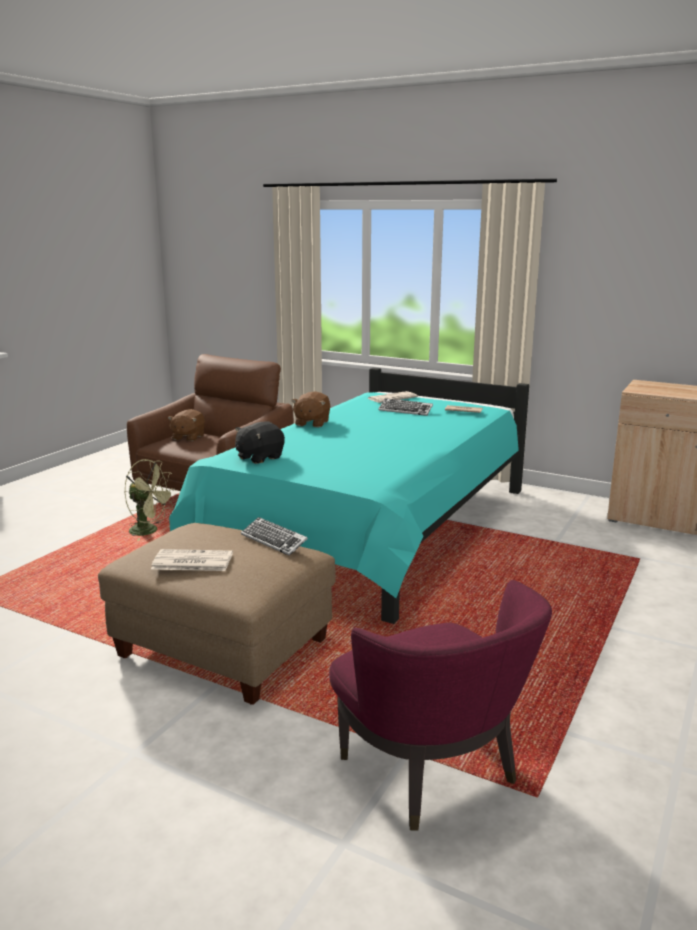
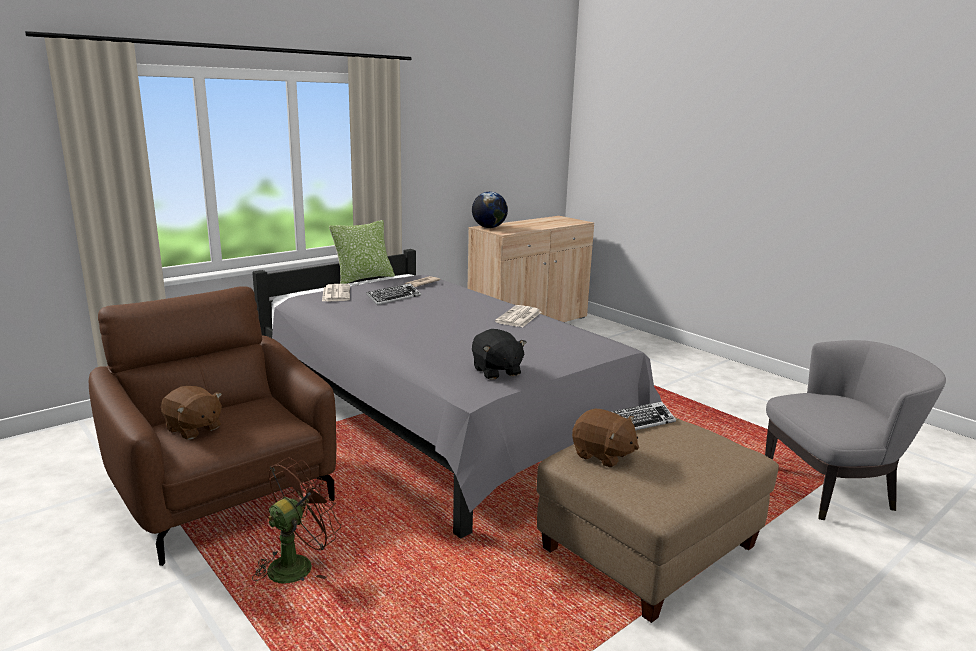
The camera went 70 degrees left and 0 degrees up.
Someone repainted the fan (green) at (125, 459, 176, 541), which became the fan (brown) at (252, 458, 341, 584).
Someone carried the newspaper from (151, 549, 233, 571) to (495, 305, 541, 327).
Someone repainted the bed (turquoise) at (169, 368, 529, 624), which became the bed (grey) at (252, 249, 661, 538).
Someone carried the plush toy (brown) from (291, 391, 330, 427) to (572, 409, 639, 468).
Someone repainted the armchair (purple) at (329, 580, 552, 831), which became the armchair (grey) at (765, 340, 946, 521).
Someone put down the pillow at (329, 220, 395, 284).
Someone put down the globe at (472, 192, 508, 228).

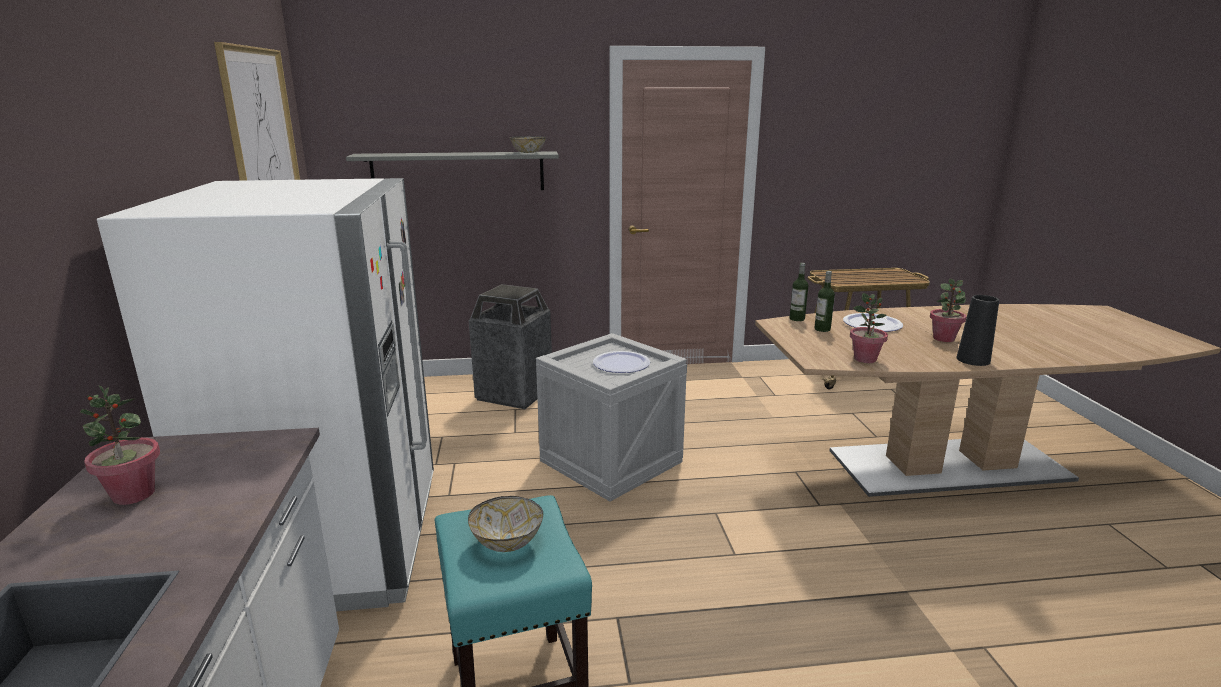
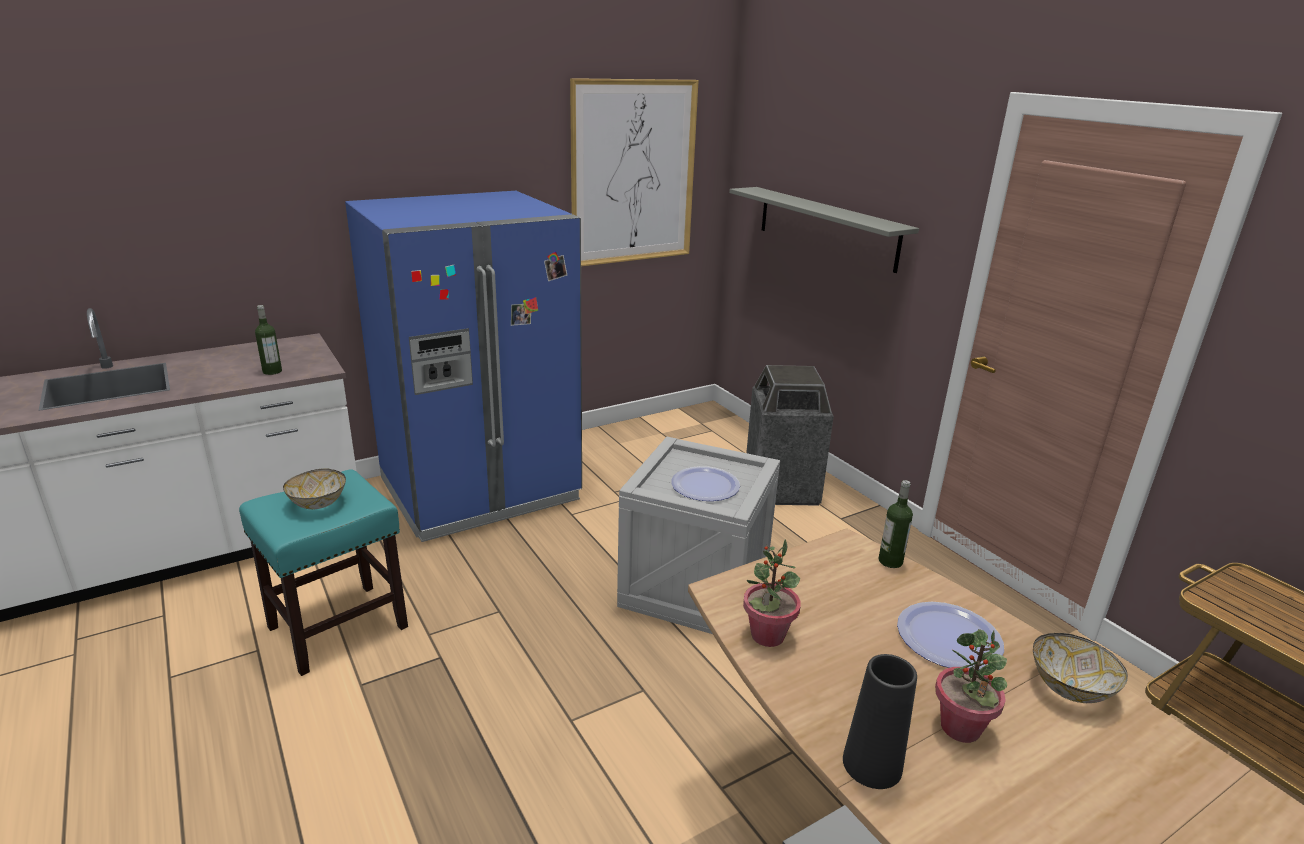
The camera went 65 degrees right and 5 degrees up.
Someone took away the potted plant at (80, 385, 160, 505).
Someone repainted the fridge (white) at (97, 178, 434, 611), which became the fridge (blue) at (345, 191, 582, 542).
Someone carried the bowl from (509, 136, 546, 153) to (1033, 633, 1128, 703).
Someone carried the bottle from (814, 271, 835, 332) to (255, 305, 282, 375).

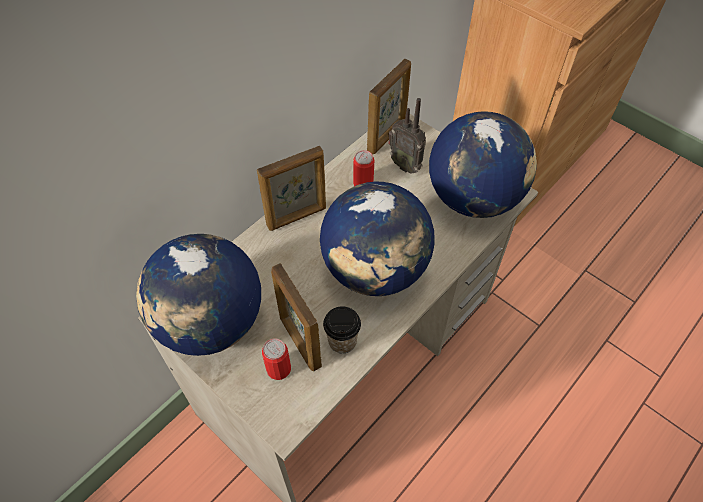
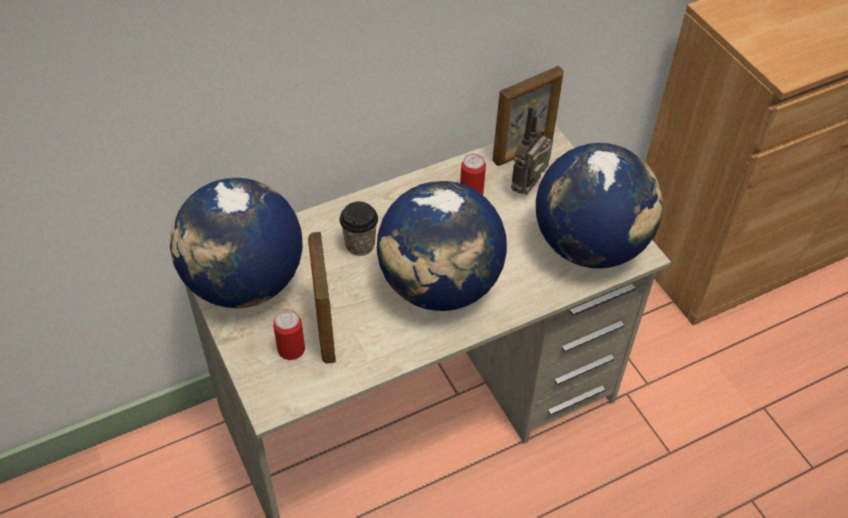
The camera went 20 degrees right and 5 degrees down.
Someone took away the picture frame at (257, 146, 326, 231).
Someone carried the cup from (323, 306, 361, 353) to (339, 201, 378, 256).
Someone rotated the radio at (388, 98, 426, 174) by 60 degrees clockwise.

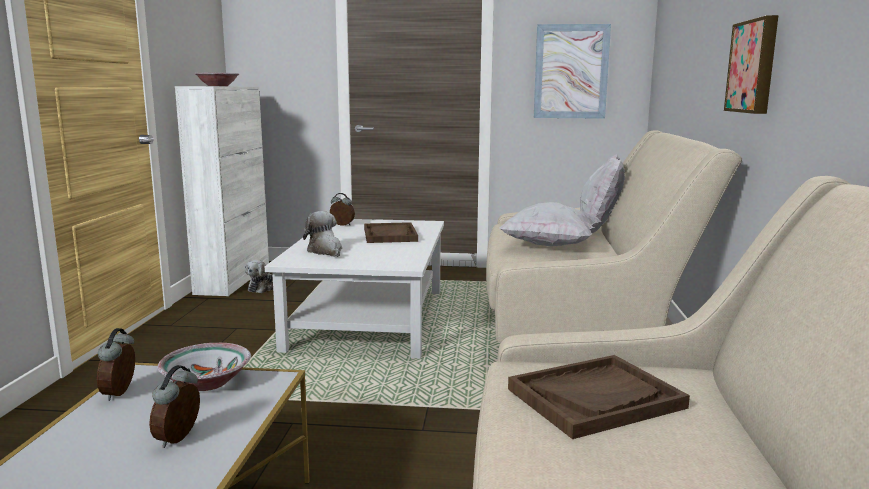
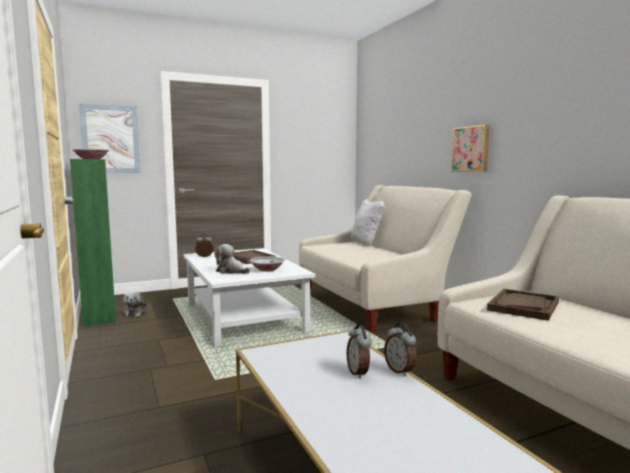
The camera went 30 degrees left and 5 degrees down.
Someone carried the alarm clock from (97, 328, 135, 401) to (384, 323, 416, 376).
Someone carried the bowl from (157, 343, 251, 391) to (249, 256, 285, 272).
Someone repainted the cabinet (white) at (175, 86, 269, 296), which became the cabinet (green) at (70, 159, 116, 326).
Someone took away the pillow (white) at (499, 202, 601, 246).
Someone carried the picture from (534, 24, 611, 119) to (79, 104, 141, 173).

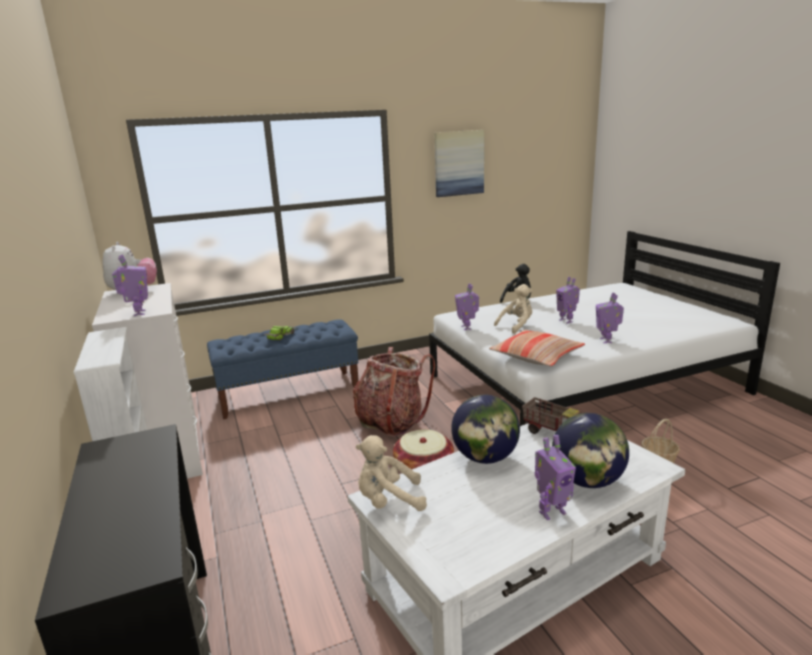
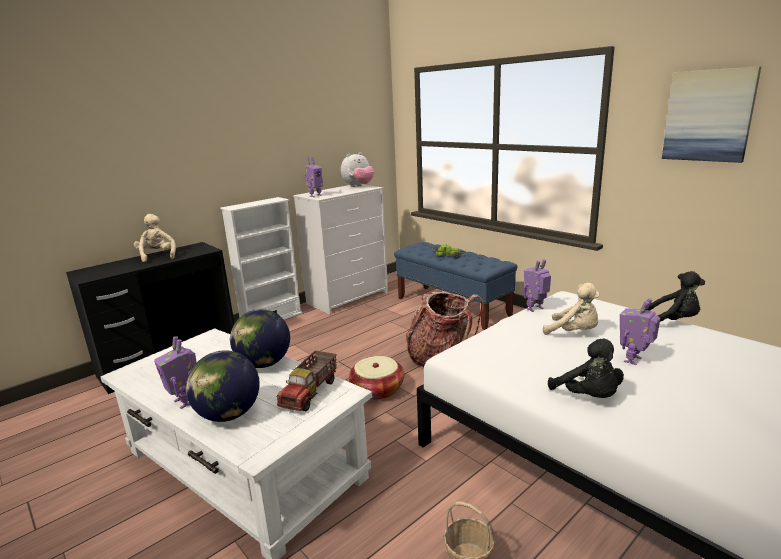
The camera went 70 degrees right and 0 degrees up.
Someone carried the plush toy (beige) from (356, 435, 427, 511) to (134, 214, 176, 262).
Someone took away the pillow at (489, 329, 585, 367).
Someone swapped the toy robot at (596, 293, 624, 343) for the plush toy (black) at (548, 339, 624, 398).

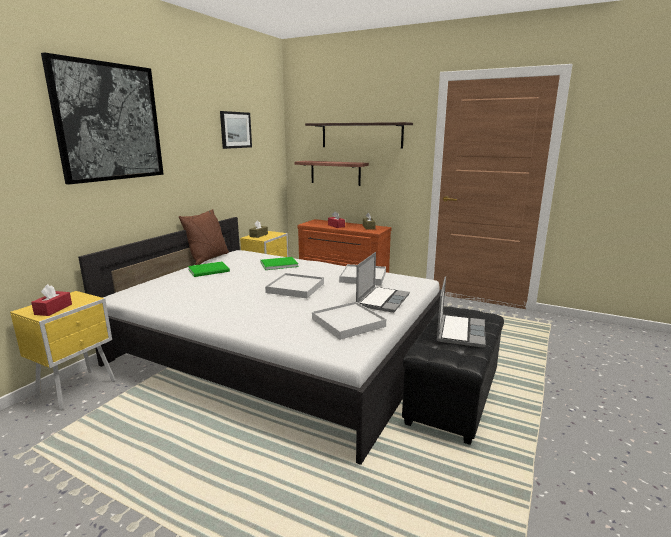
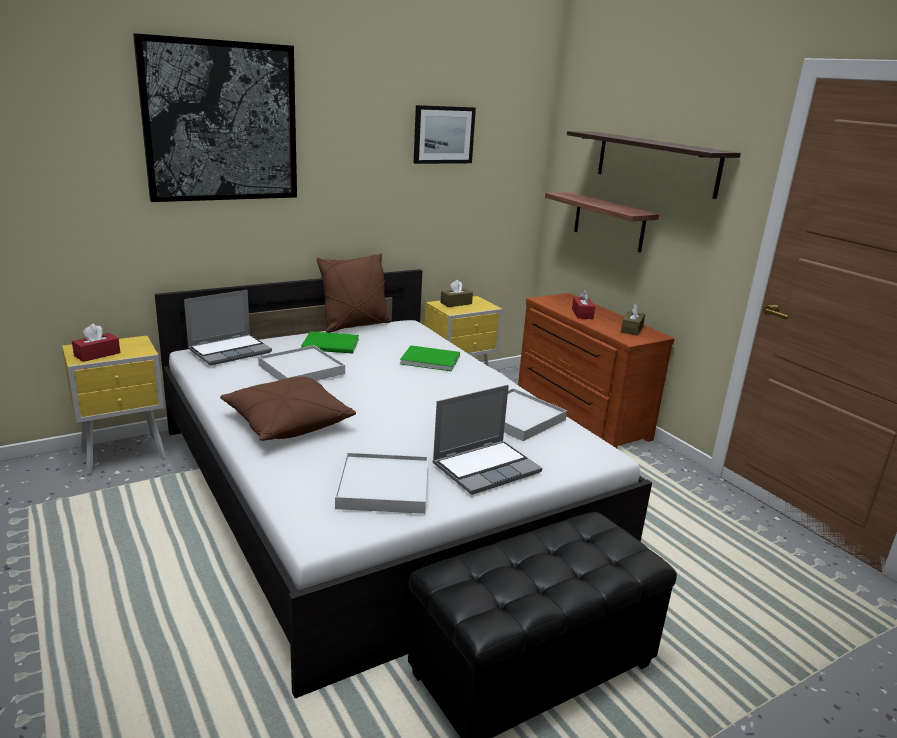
The camera went 30 degrees right and 5 degrees up.
Someone carried the tray (white) from (265, 273, 324, 298) to (258, 345, 345, 381).
Someone carried the laptop from (437, 276, 486, 348) to (184, 290, 272, 365).
Someone put down the pillow (brown) at (220, 376, 356, 441).

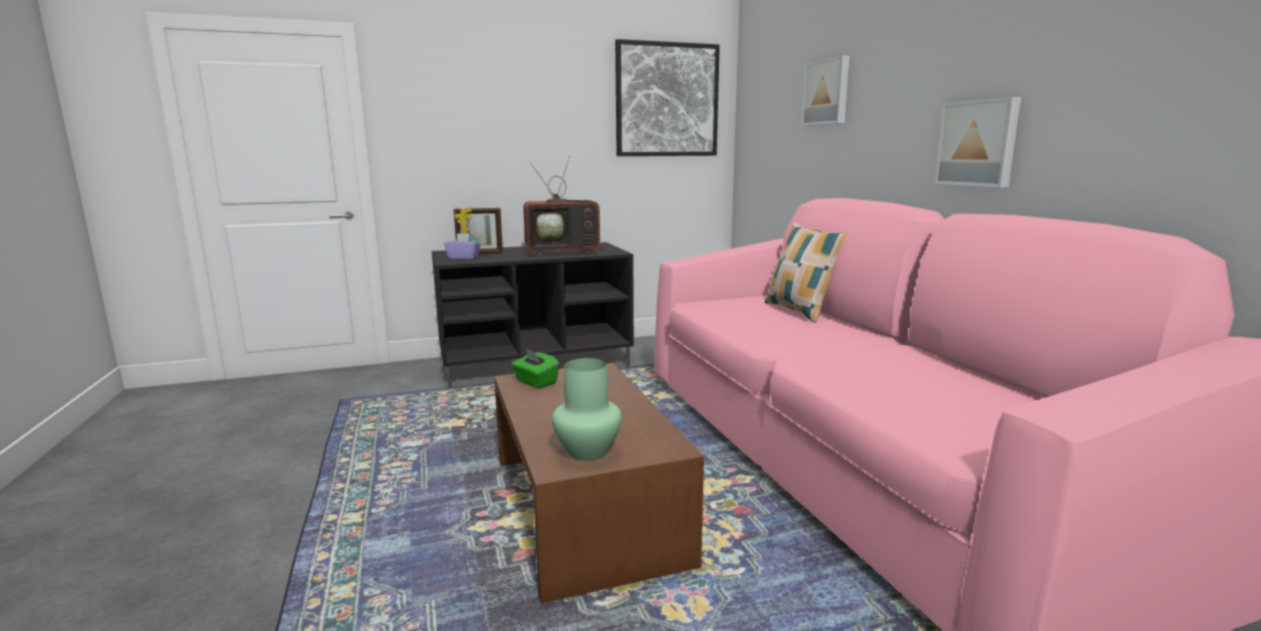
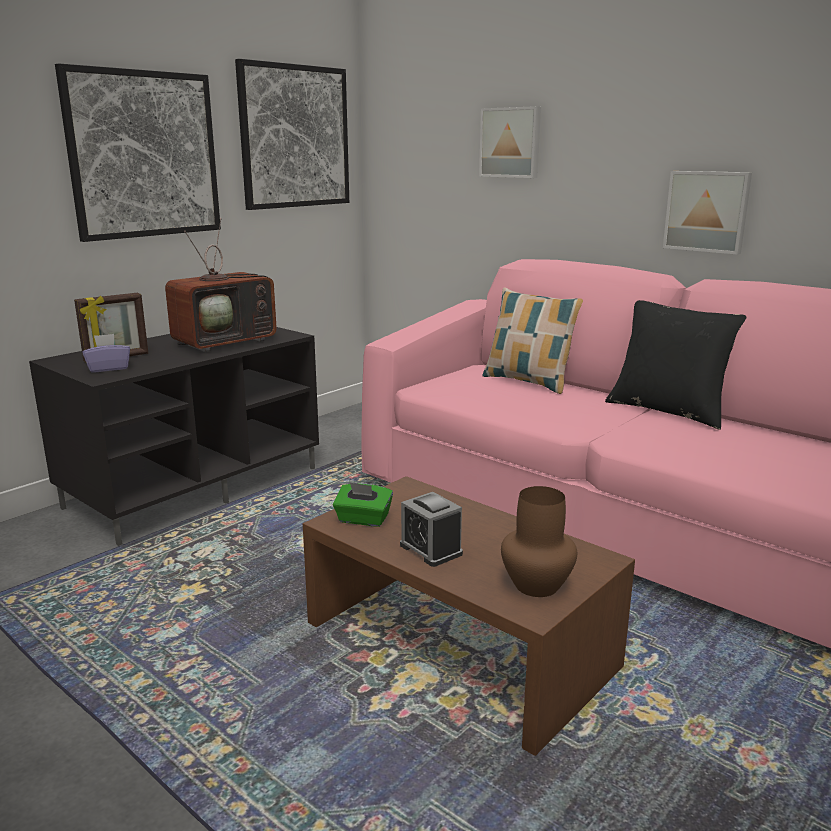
The camera went 30 degrees left and 5 degrees up.
Someone repainted the vase (green) at (552, 358, 622, 461), which became the vase (brown) at (501, 486, 577, 597).
Someone put up the picture at (55, 64, 221, 242).
Someone put down the alarm clock at (400, 492, 463, 567).
Someone put down the pillow (black) at (605, 300, 747, 430).

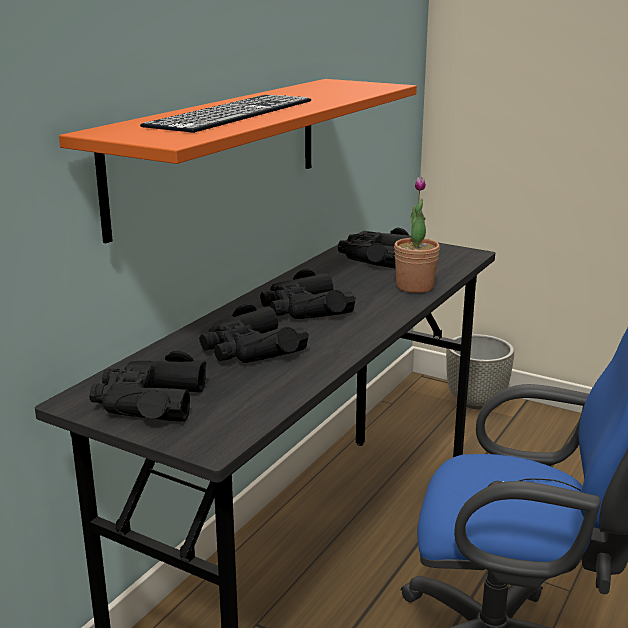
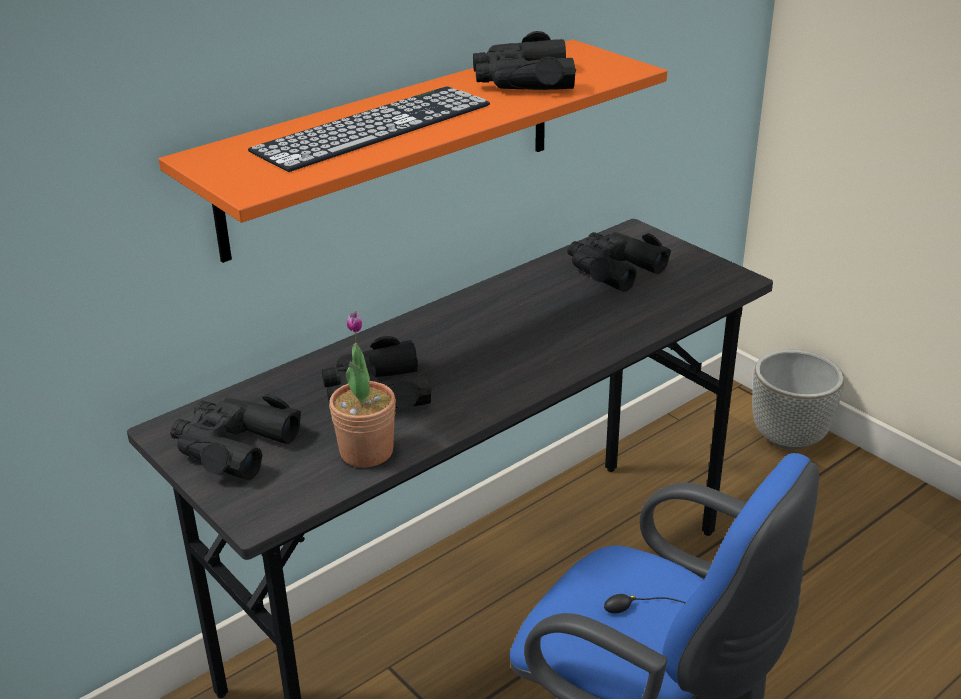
The camera went 20 degrees right and 10 degrees up.
Someone carried the binoculars (black) from (260, 269, 356, 319) to (473, 31, 576, 90).
Someone carried the potted plant from (394, 177, 440, 293) to (329, 311, 396, 467).

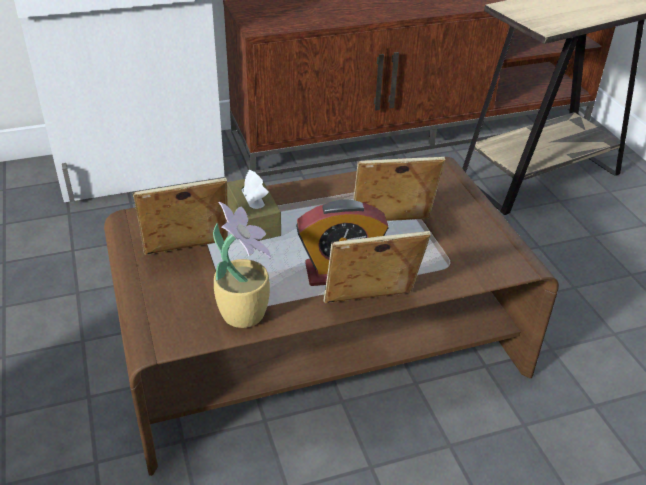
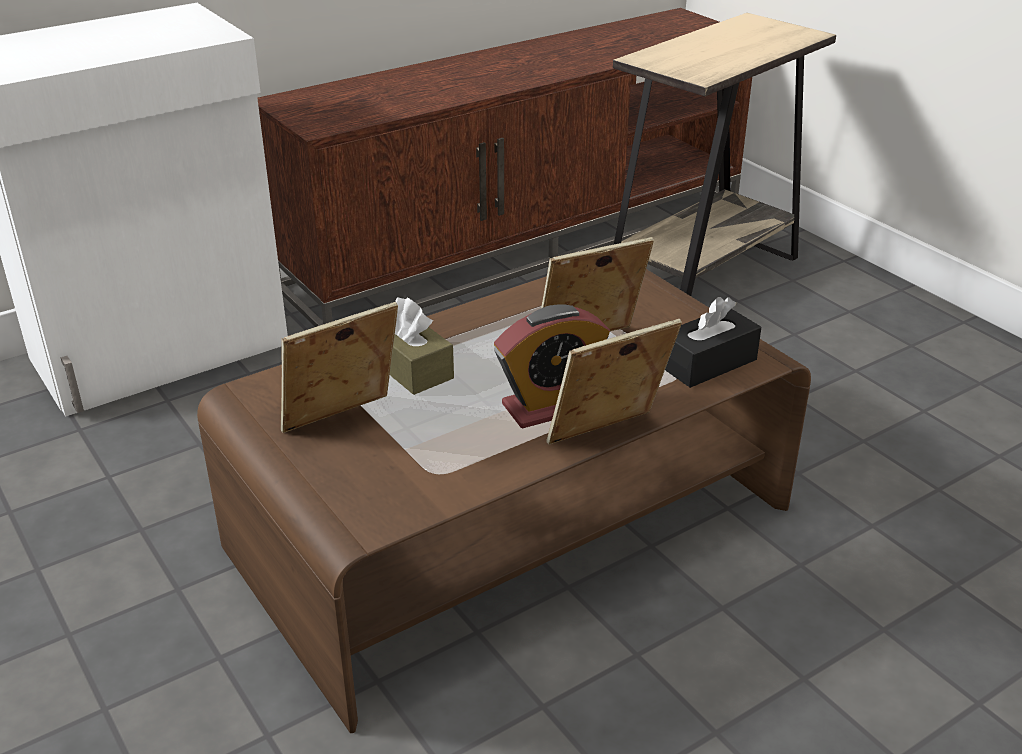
The camera went 15 degrees left and 5 degrees down.
Someone took away the potted plant at (213, 202, 271, 328).
Someone put down the tissue box (black) at (665, 297, 761, 388).

